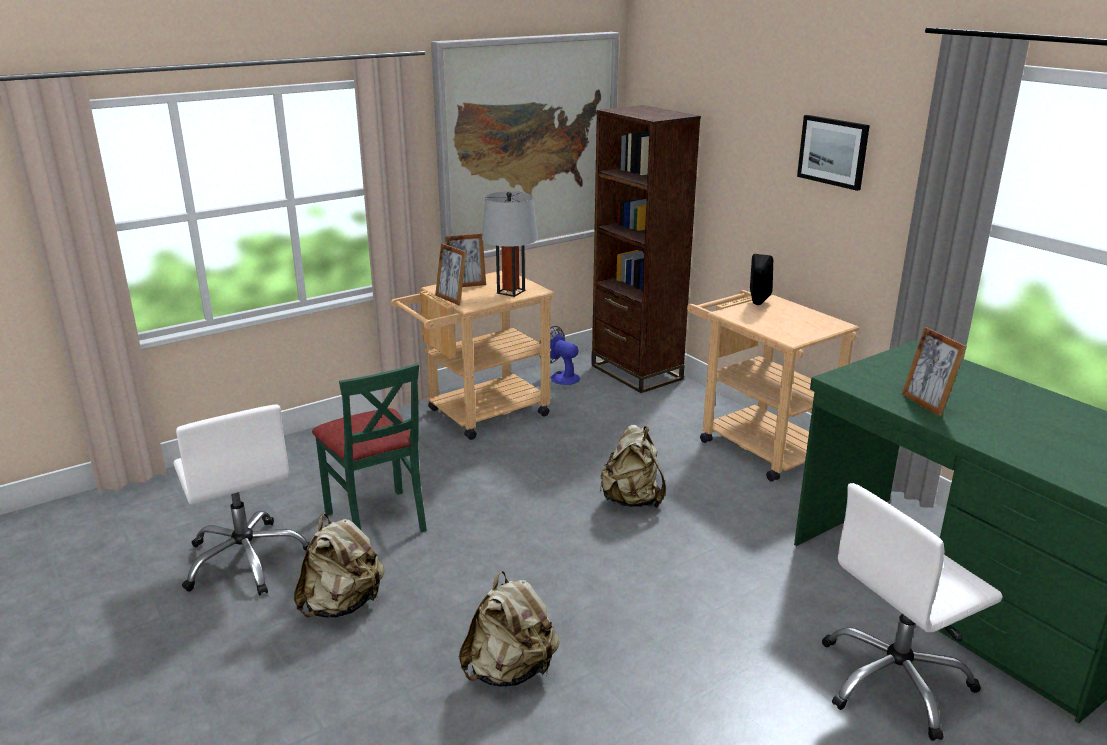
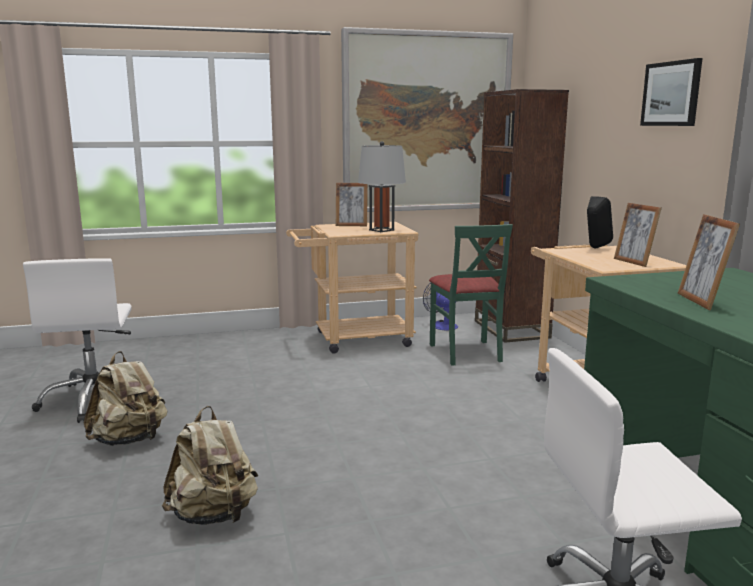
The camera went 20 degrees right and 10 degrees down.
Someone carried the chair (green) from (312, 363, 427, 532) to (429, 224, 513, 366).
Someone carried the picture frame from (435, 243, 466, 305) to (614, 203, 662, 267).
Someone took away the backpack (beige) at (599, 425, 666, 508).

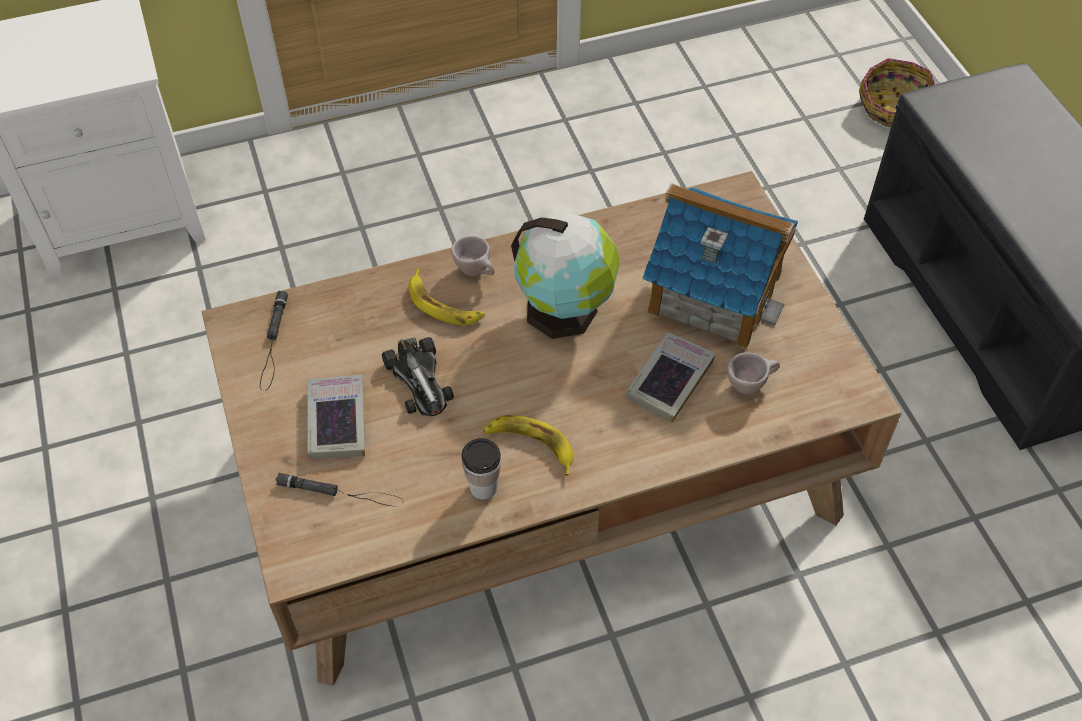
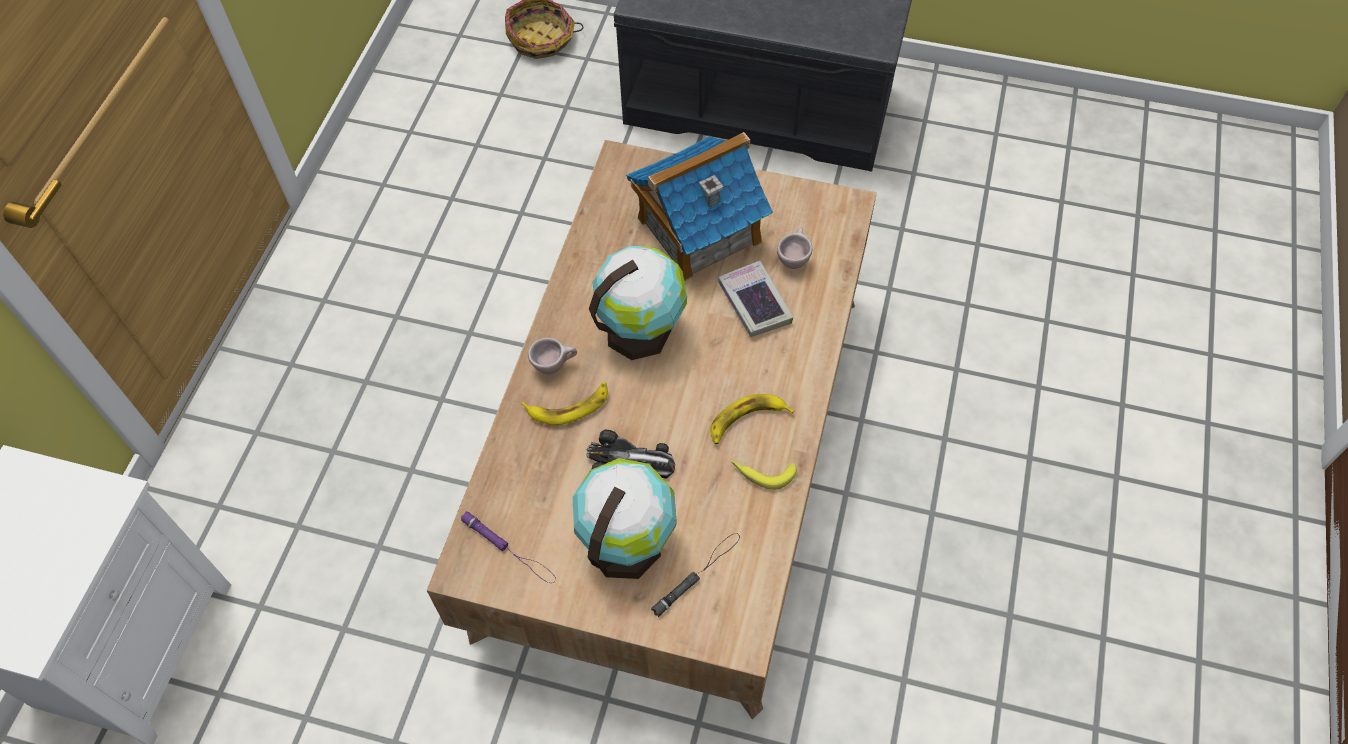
The camera went 55 degrees left and 5 degrees up.
Someone repainted the flashlight (black) at (260, 291, 288, 391), which became the flashlight (purple) at (461, 511, 556, 583).
Someone swapped the book at (307, 374, 365, 458) for the globe at (572, 458, 677, 579).
Someone swapped the cup at (462, 438, 501, 499) for the banana at (731, 461, 797, 490).

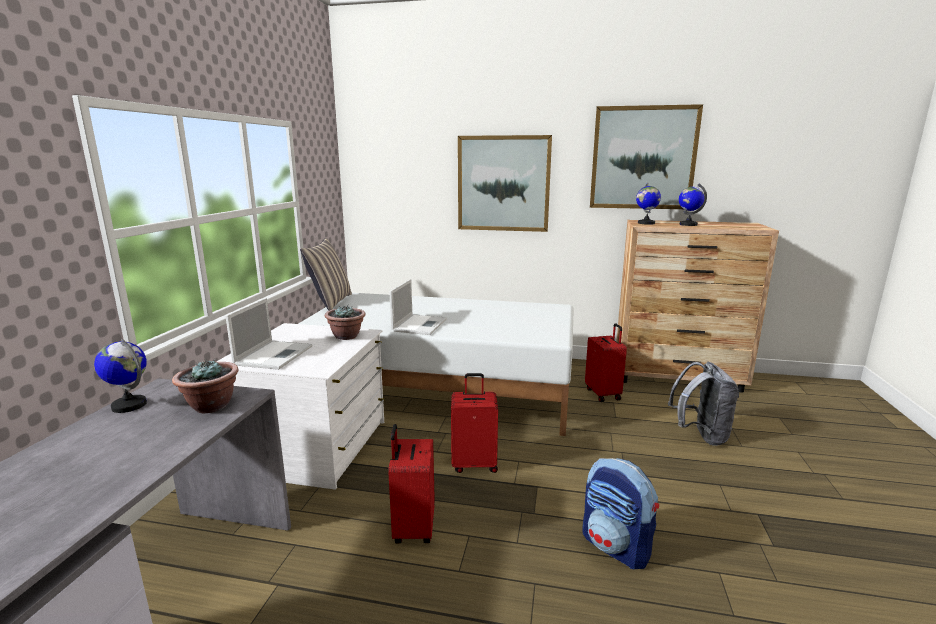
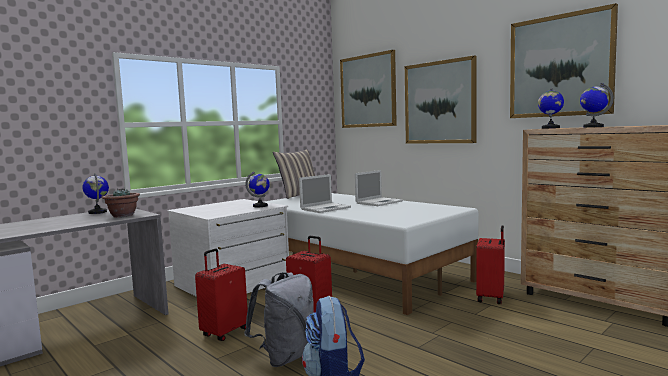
The camera went 35 degrees right and 10 degrees down.
Someone carried the laptop from (225, 298, 312, 370) to (355, 170, 403, 206).
Someone swapped the potted plant at (325, 305, 366, 340) for the globe at (245, 171, 270, 207).
Someone carried the backpack (grey) from (668, 362, 739, 446) to (244, 272, 314, 367).
Someone put up the picture at (340, 50, 397, 128).

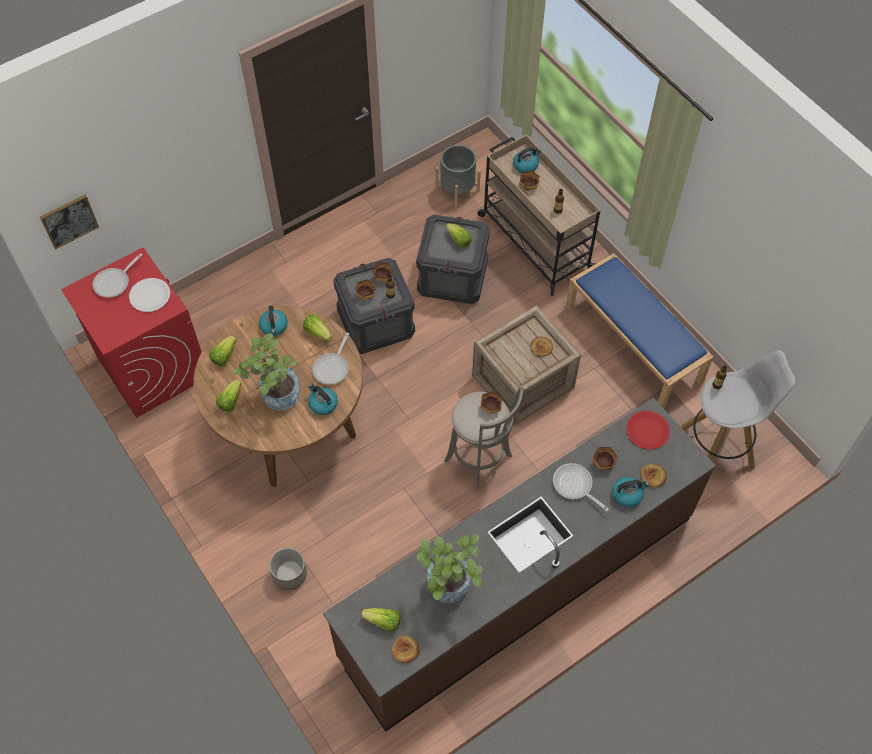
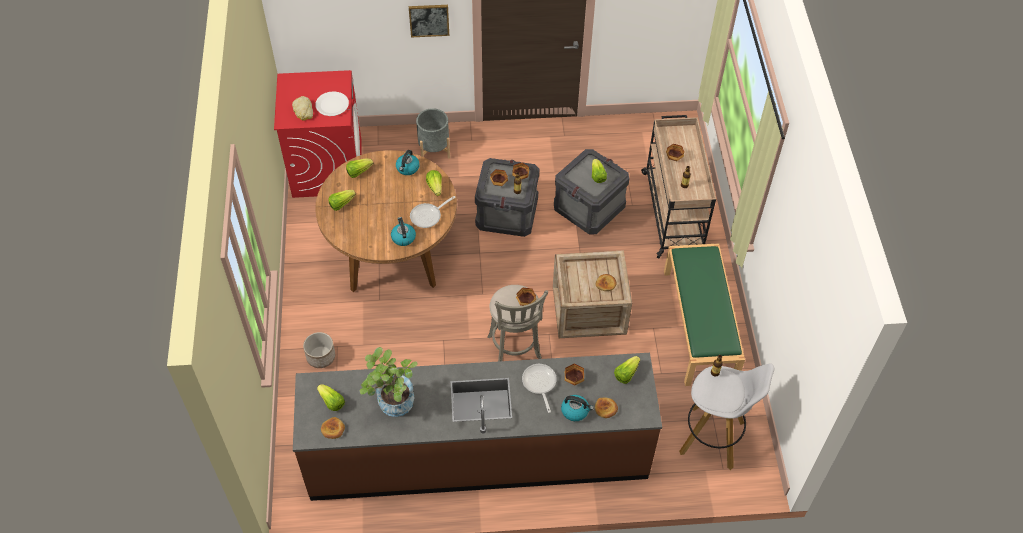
The camera went 30 degrees right and 5 degrees down.
Someone carried the picture from (40, 195, 99, 249) to (409, 5, 449, 37).
Someone took away the frying pan at (93, 253, 142, 298).
Someone took away the potted plant at (232, 334, 300, 411).
Someone carried the planter (grey) from (436, 145, 481, 208) to (416, 108, 450, 158).
Someone took away the kettle at (513, 147, 541, 173).
Someone repainted the bench (blue) at (566, 253, 714, 408), which became the bench (green) at (664, 243, 745, 386).
Someone swapped the plate (red) at (626, 411, 670, 449) for the lettuce at (614, 356, 640, 384).
Someone put down the bread at (292, 96, 313, 121).

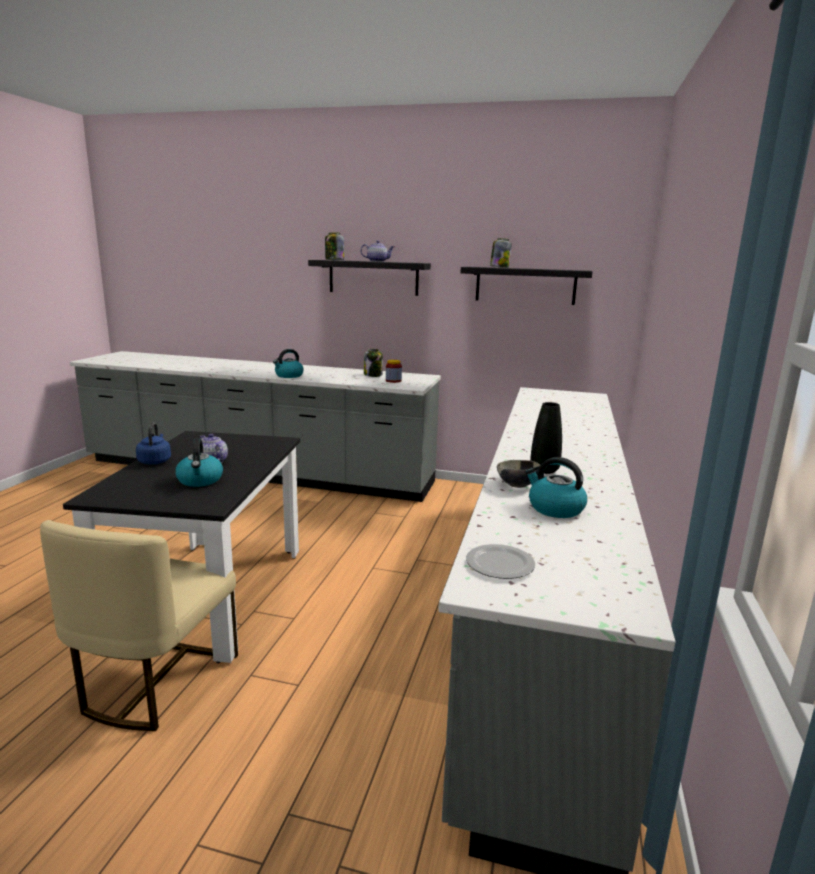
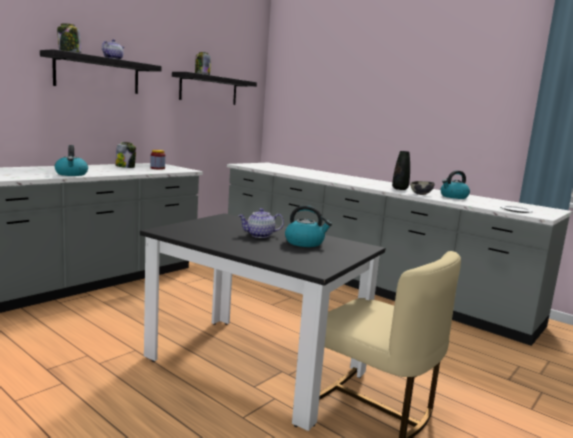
The camera went 65 degrees left and 5 degrees down.
Someone took away the kettle (blue) at (136, 423, 171, 465).

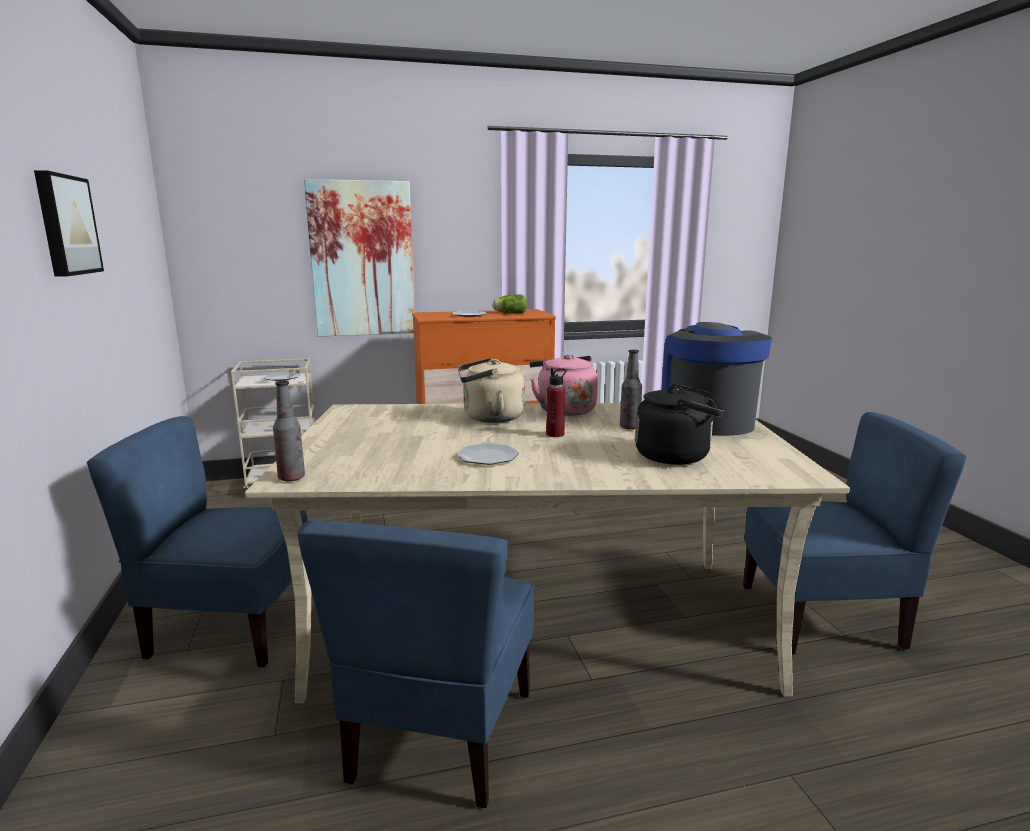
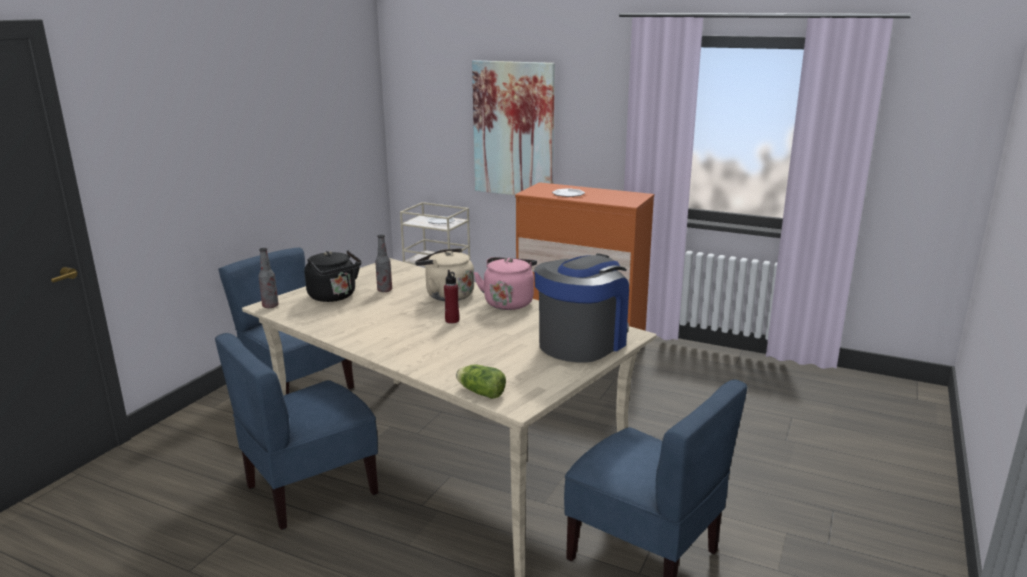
The camera went 40 degrees right and 5 degrees up.
Someone took away the picture at (34, 170, 104, 277).
Someone took away the plate at (456, 443, 519, 465).
Someone carried the lettuce from (492, 295, 527, 314) to (456, 364, 506, 399).
Someone carried the bottle from (620, 350, 642, 430) to (375, 235, 392, 292).
Someone carried the kettle (black) from (635, 384, 724, 465) to (305, 250, 361, 302).

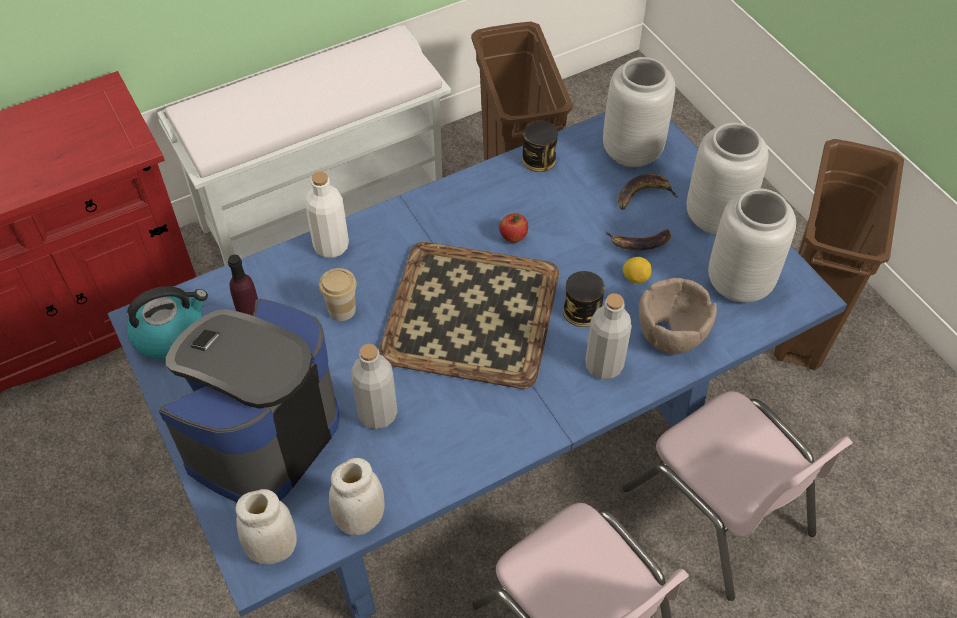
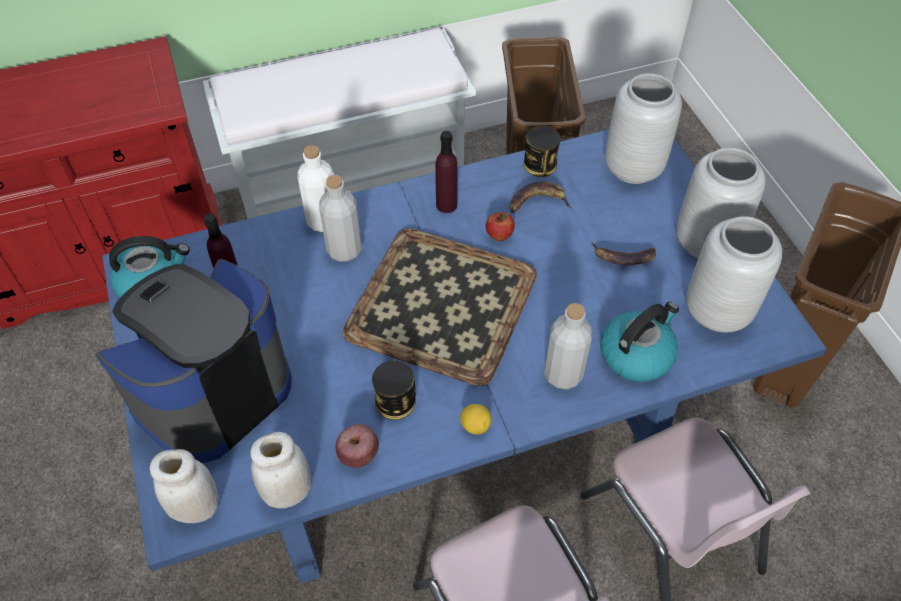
The camera went 10 degrees right and 0 degrees up.
Someone took away the cup at (319, 268, 357, 321).
Someone carried the bottle (grey) from (351, 344, 398, 429) to (319, 175, 361, 262).
Someone carried the can from (563, 271, 605, 327) to (372, 360, 416, 420).
Someone carried the banana from (618, 174, 678, 210) to (510, 181, 571, 213).
Someone carried the lemon from (623, 257, 652, 283) to (460, 404, 491, 435).
Someone swapped the bowl (brown) at (639, 278, 717, 355) for the kettle at (600, 302, 679, 382).
Someone put down the apple at (336, 424, 379, 468).
Someone put down the bottle (purple) at (435, 131, 457, 213).

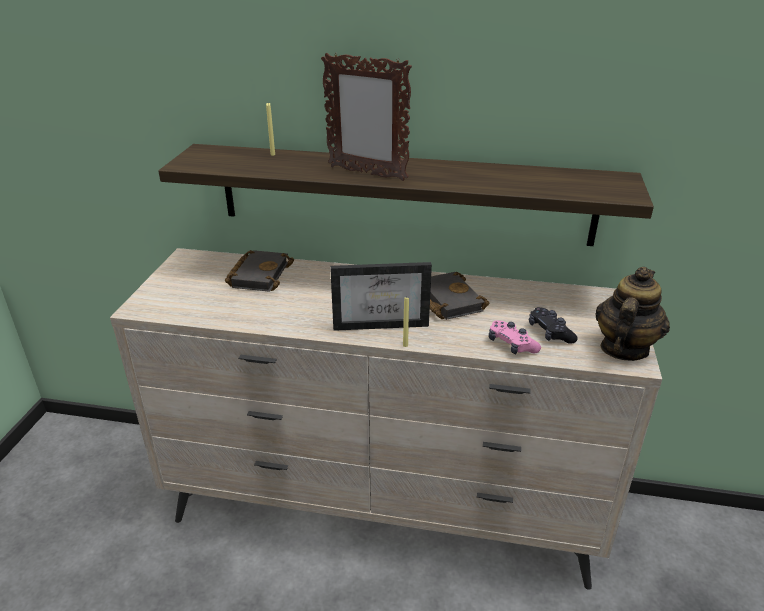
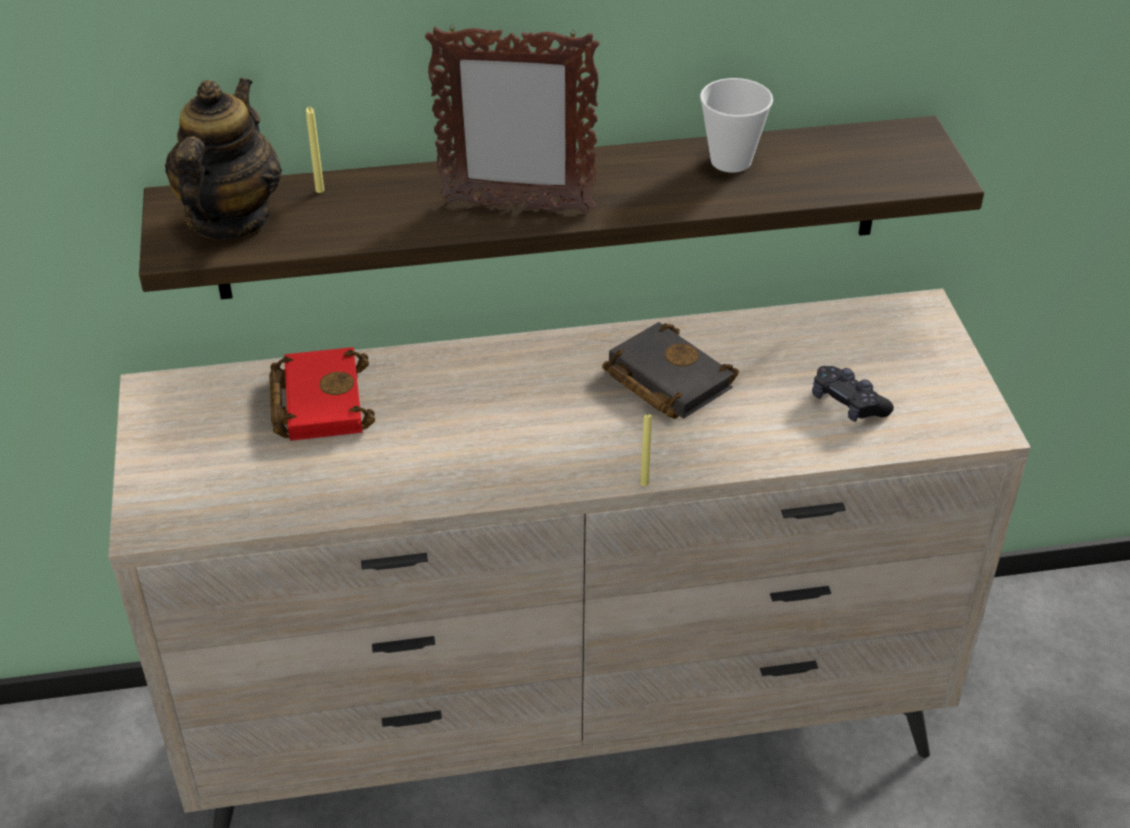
The camera went 20 degrees left and 10 degrees up.
Someone repainted the book (black) at (225, 250, 294, 292), which became the book (red) at (269, 347, 375, 441).
Someone took away the picture frame at (330, 262, 432, 331).
Someone took away the game controller (pink) at (489, 321, 541, 355).
Someone carried the teapot from (595, 267, 670, 361) to (165, 78, 282, 240).
Someone put down the cup at (700, 78, 773, 173).

